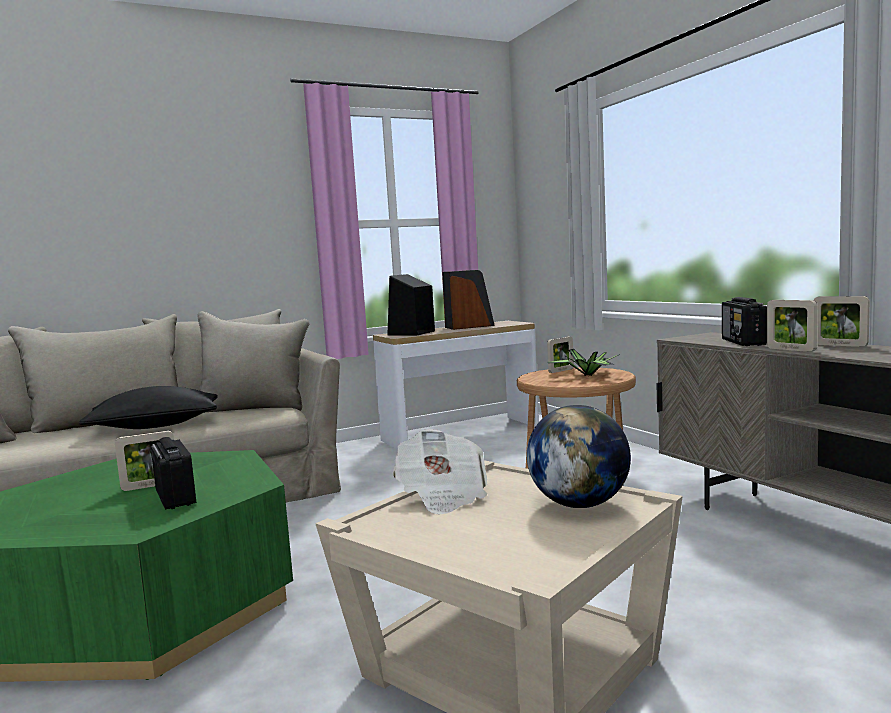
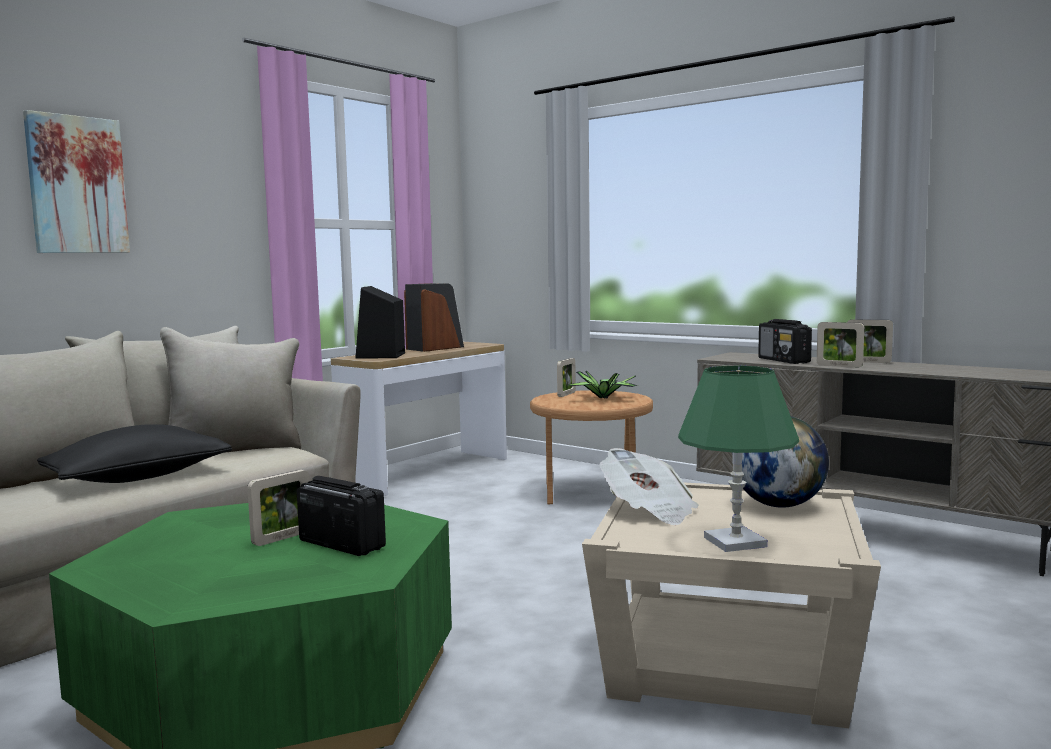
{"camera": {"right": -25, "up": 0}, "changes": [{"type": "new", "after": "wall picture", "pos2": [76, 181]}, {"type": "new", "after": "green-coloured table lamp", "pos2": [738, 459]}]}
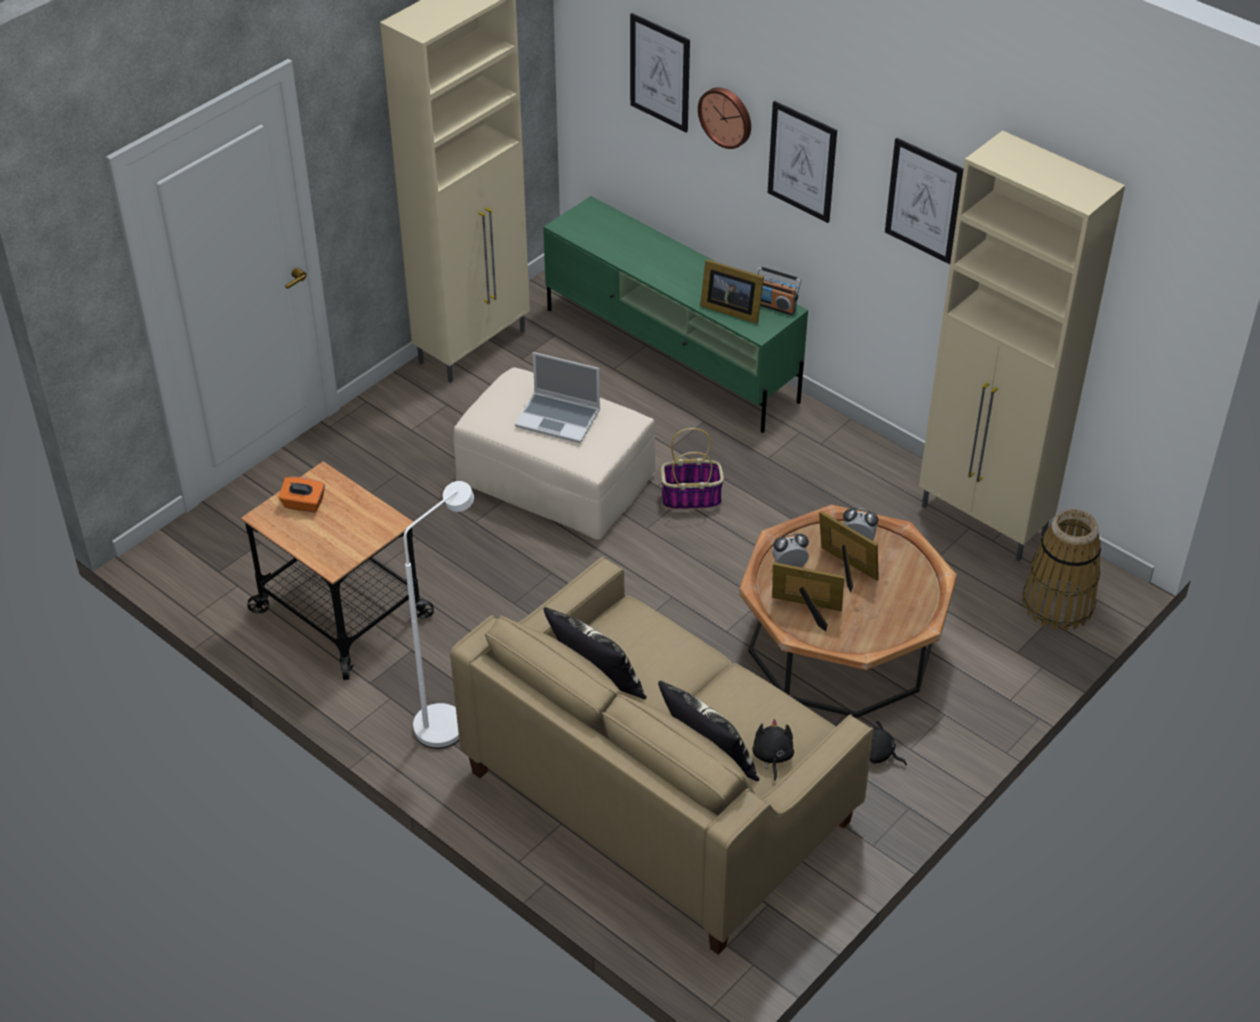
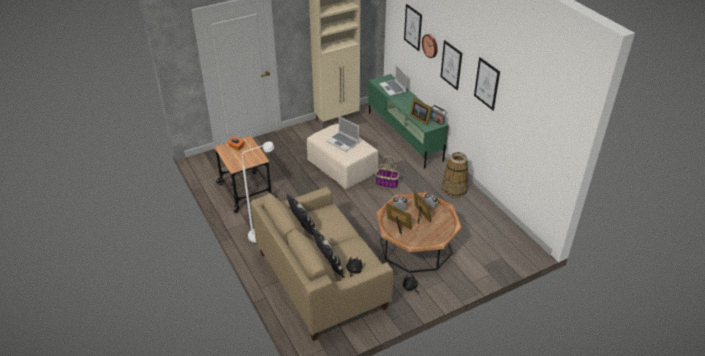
{"camera": {"right": 20, "up": -5}, "changes": [{"type": "new", "after": "notebook computer", "pos2": [393, 80]}, {"type": "shifted", "before": "basket", "pos1": [1061, 570], "pos2": [455, 175]}, {"type": "gone", "before": "beige storage cabinet", "pos1": [1022, 345]}]}
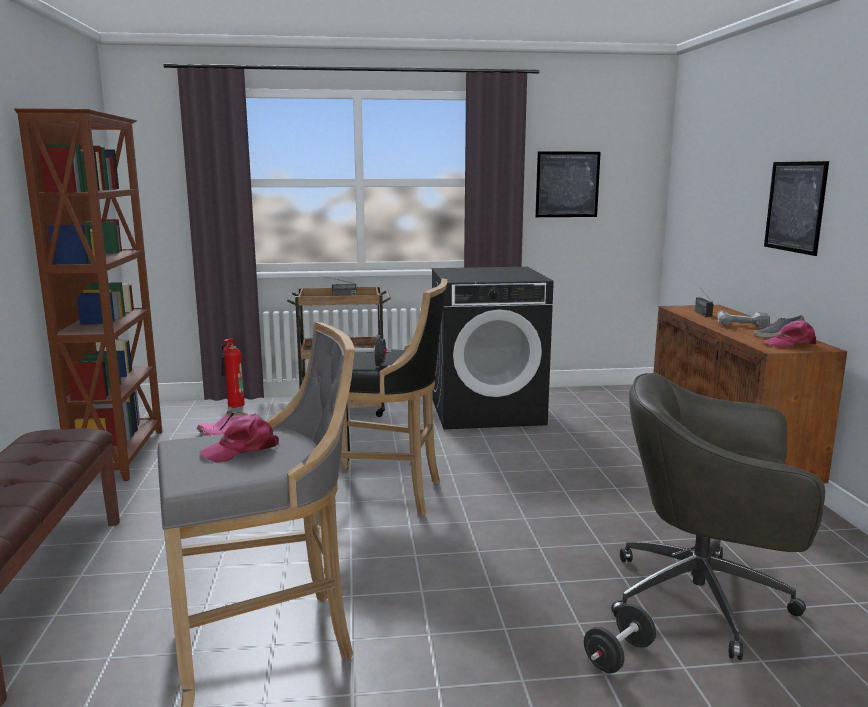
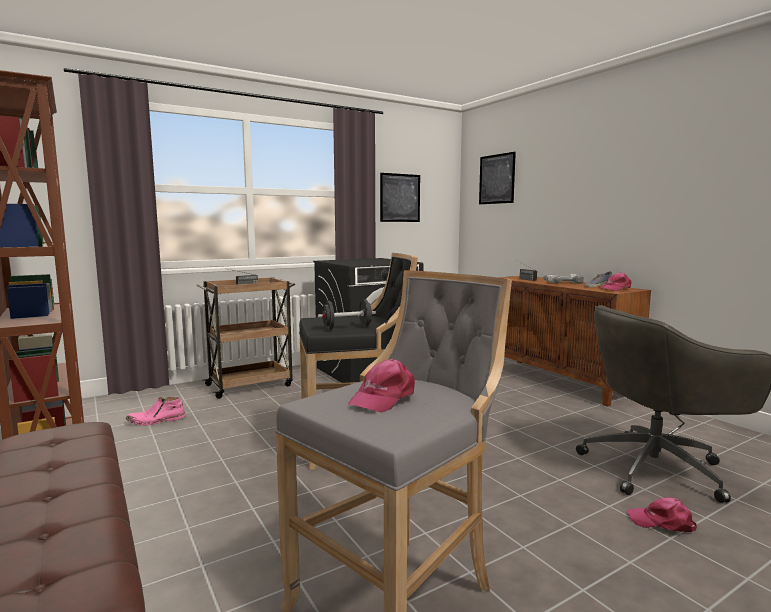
{"camera": {"right": -25, "up": -5}, "changes": [{"type": "shifted", "before": "wall picture", "pos1": [796, 208], "pos2": [497, 178]}, {"type": "swapped", "before": "black-coloured free weight", "after": "pink-coloured cap", "pos1": [620, 638], "pos2": [662, 514]}, {"type": "gone", "before": "fire-fighting cylinder", "pos1": [233, 373]}]}
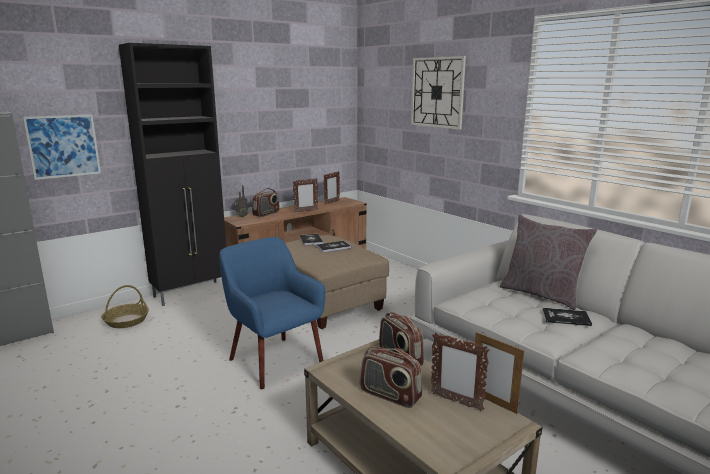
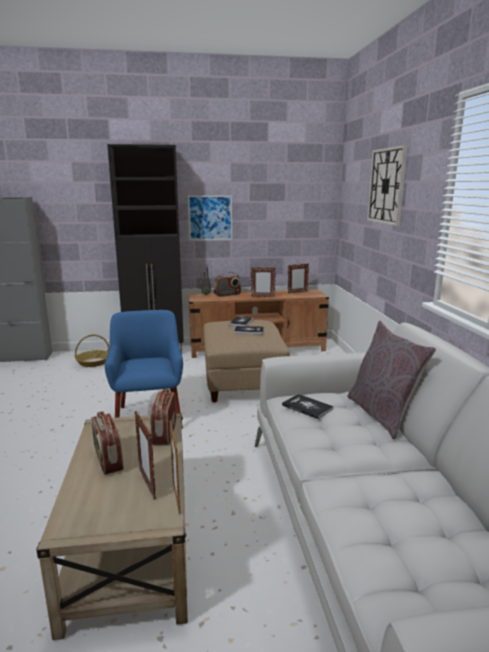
{"camera": {"right": 30, "up": 0}, "changes": [{"type": "shifted", "before": "wall picture", "pos1": [62, 147], "pos2": [210, 217]}, {"type": "shifted", "before": "bound book", "pos1": [567, 317], "pos2": [308, 406]}]}
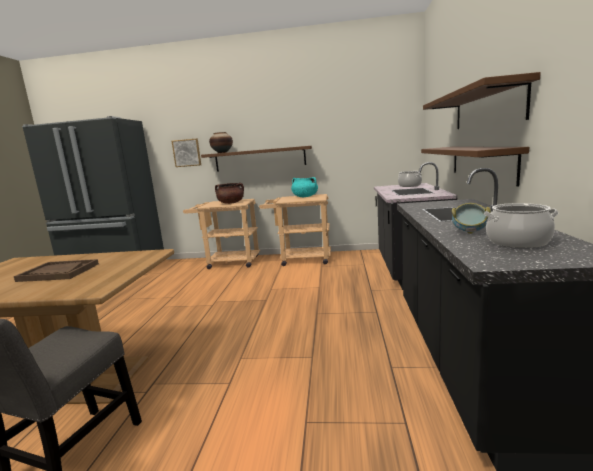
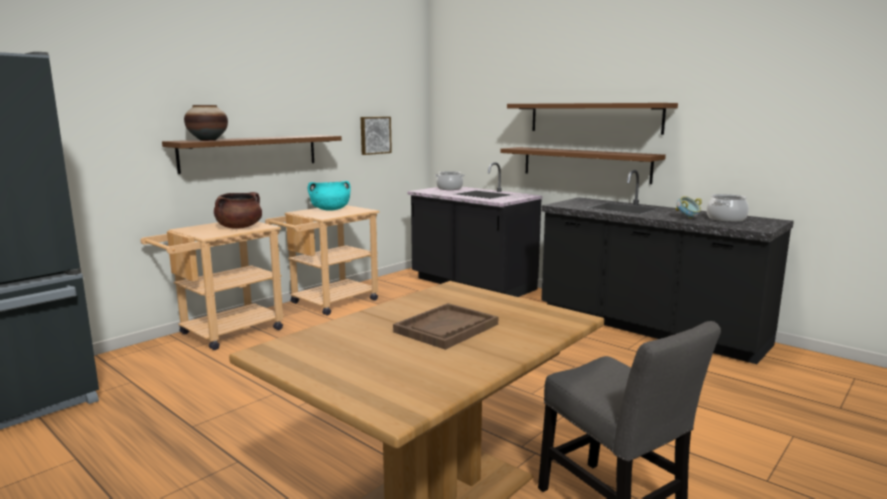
{"camera": {"right": -55, "up": 0}, "changes": [{"type": "shifted", "before": "wall picture", "pos1": [186, 153], "pos2": [376, 136]}]}
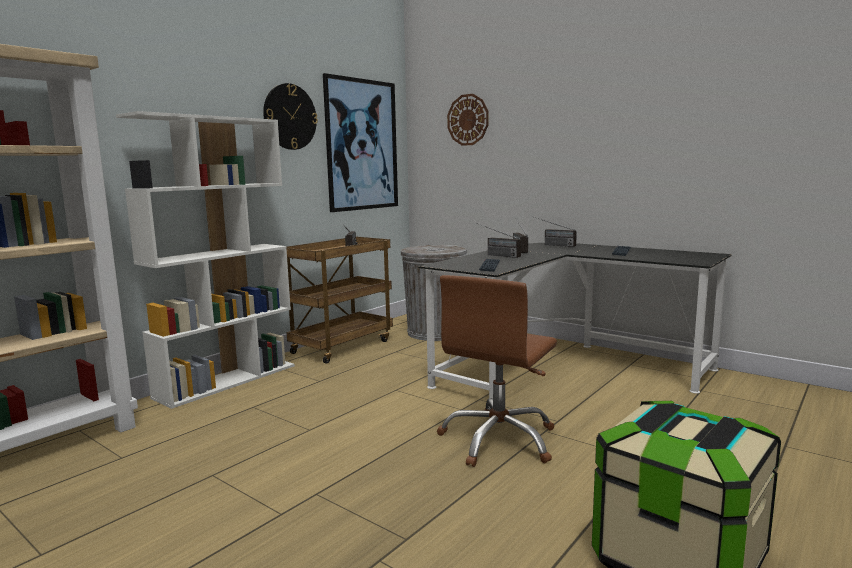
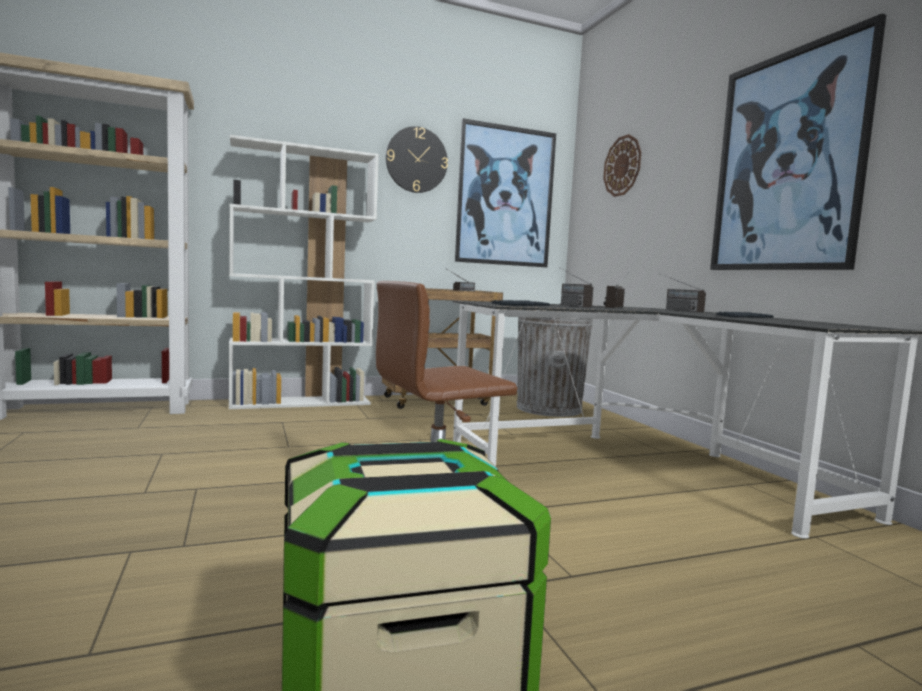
{"camera": {"right": 30, "up": -5}, "changes": [{"type": "new", "after": "wall picture", "pos2": [798, 141]}]}
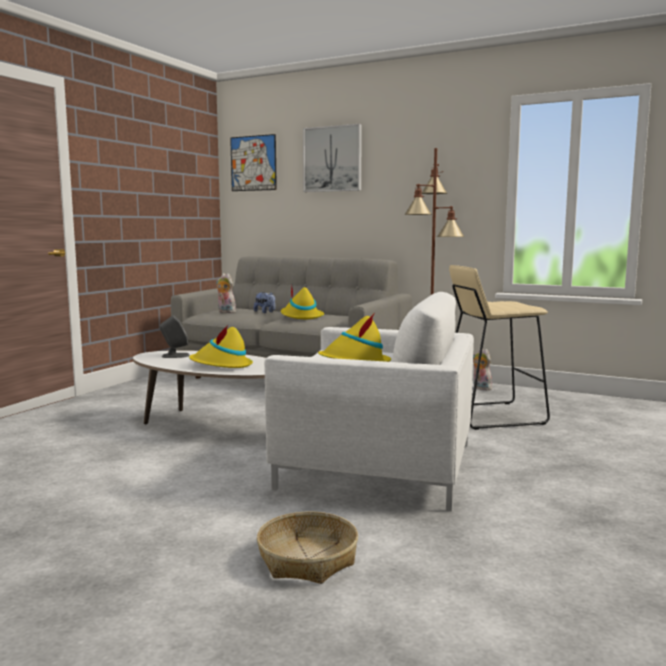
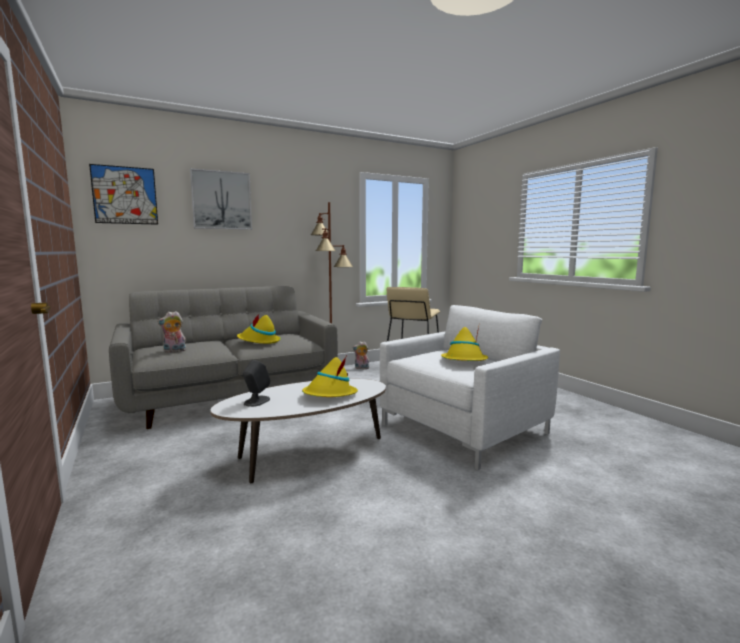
{"camera": {"right": -55, "up": 0}, "changes": [{"type": "gone", "before": "plush toy", "pos1": [264, 302]}, {"type": "gone", "before": "basket", "pos1": [307, 547]}]}
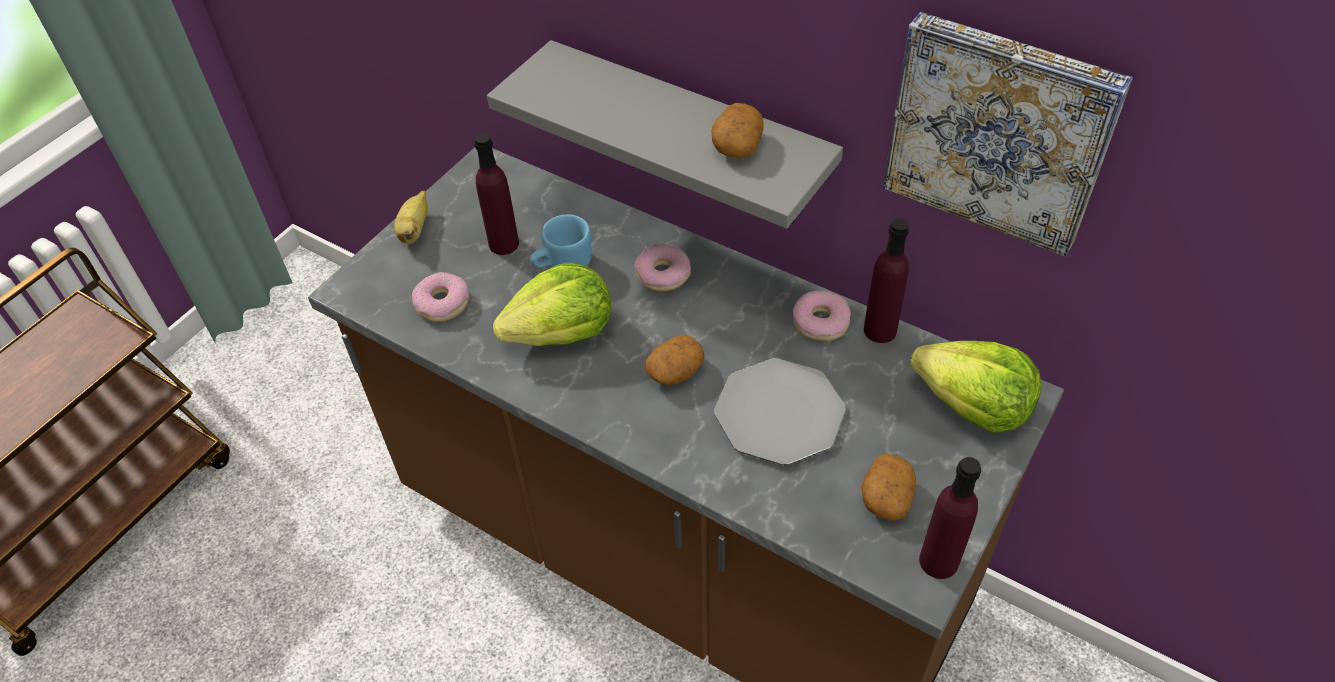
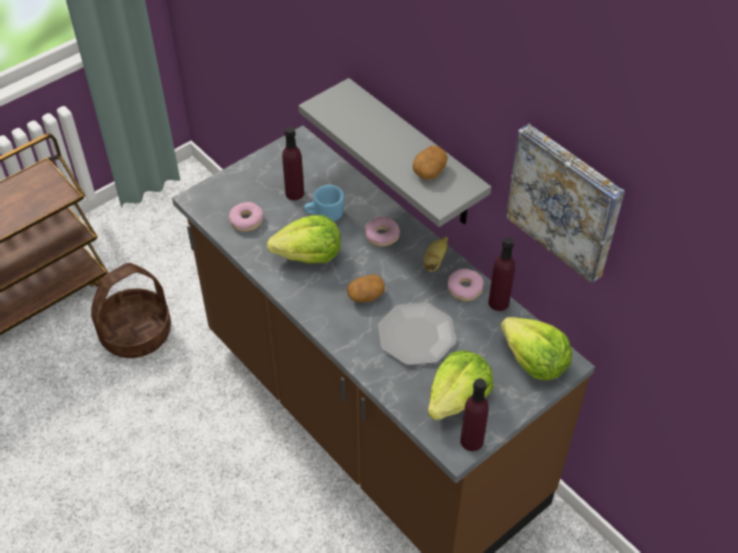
{"camera": {"right": 15, "up": 0}, "changes": [{"type": "new", "after": "basket", "pos2": [131, 310]}, {"type": "shifted", "before": "banana", "pos1": [411, 217], "pos2": [435, 254]}, {"type": "swapped", "before": "potato", "after": "lettuce", "pos1": [888, 487], "pos2": [460, 385]}]}
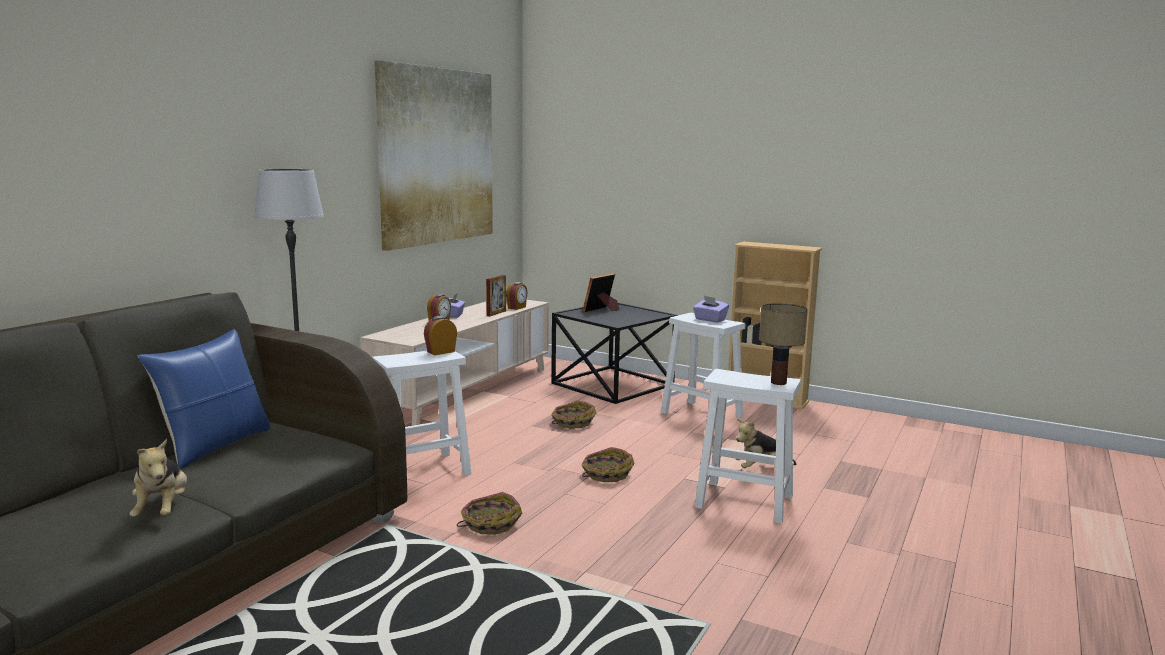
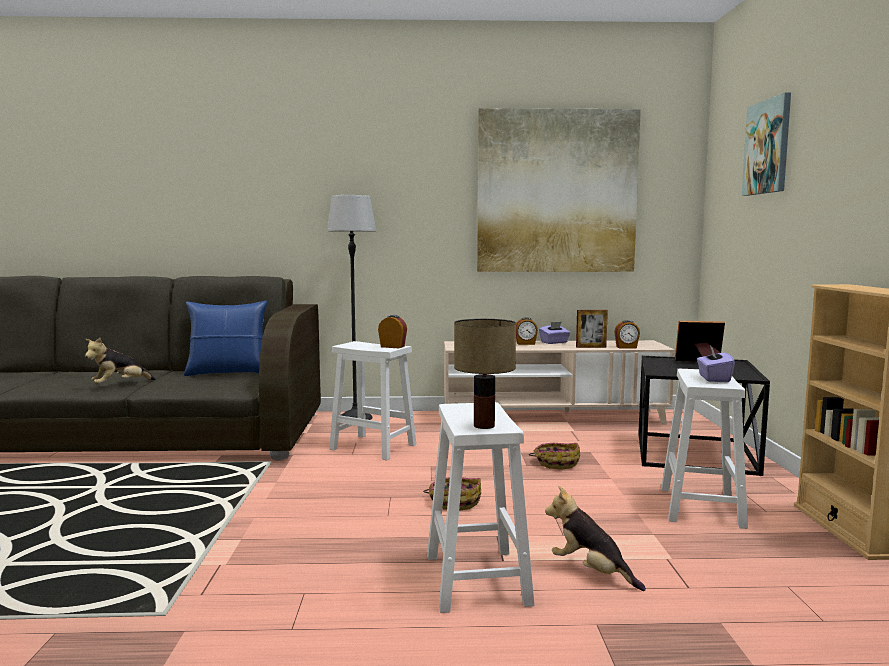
{"camera": {"right": 60, "up": -5}, "changes": [{"type": "new", "after": "wall picture", "pos2": [766, 144]}, {"type": "gone", "before": "basket", "pos1": [489, 513]}]}
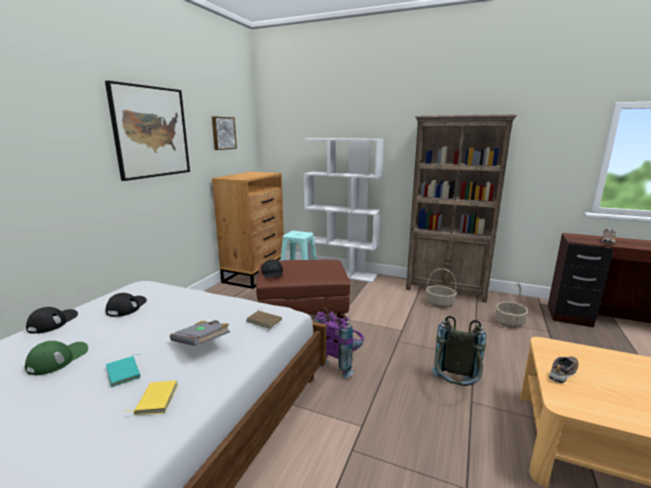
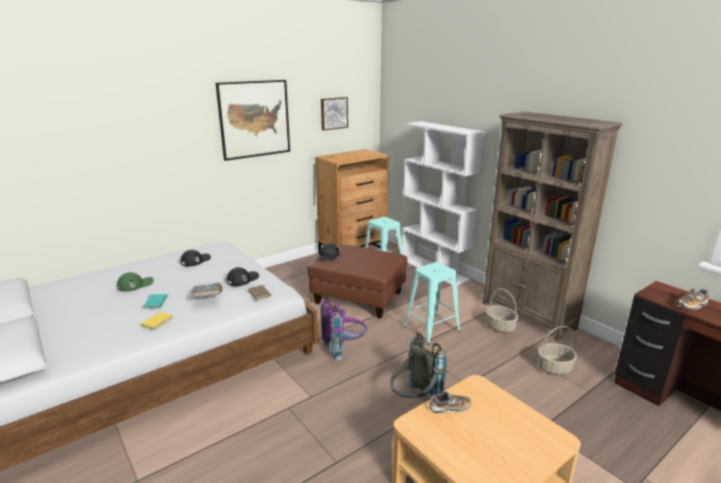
{"camera": {"right": 30, "up": 5}, "changes": [{"type": "shifted", "before": "black-coloured cap", "pos1": [52, 320], "pos2": [242, 276]}, {"type": "new", "after": "blue-green stool", "pos2": [432, 303]}]}
